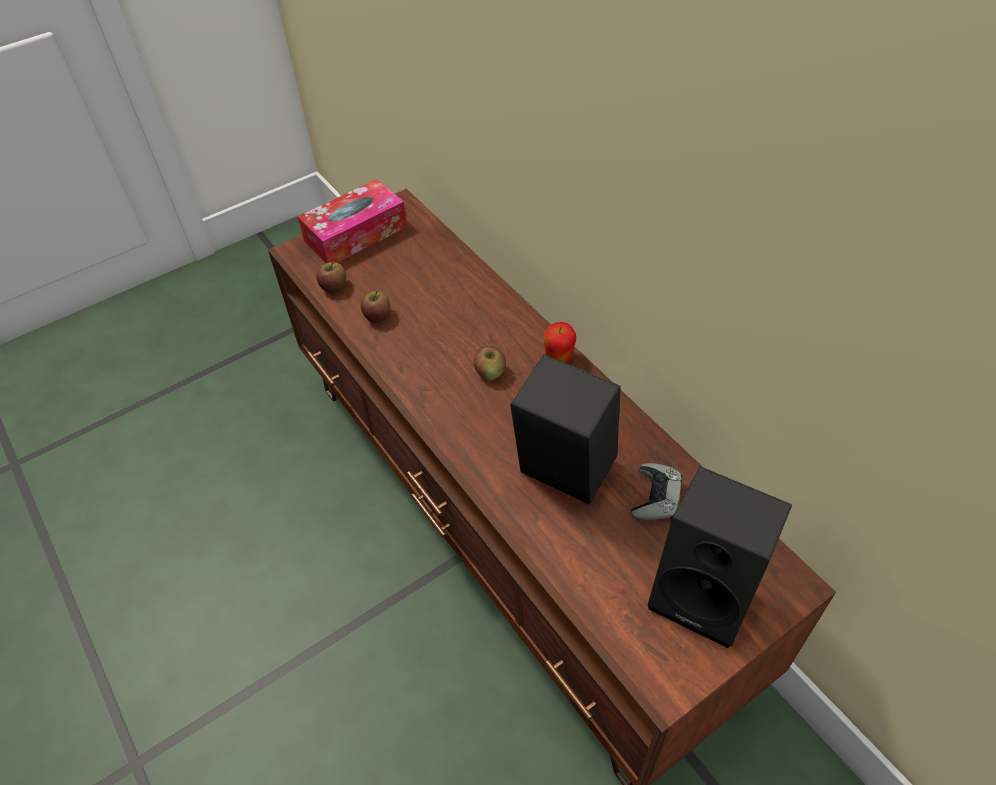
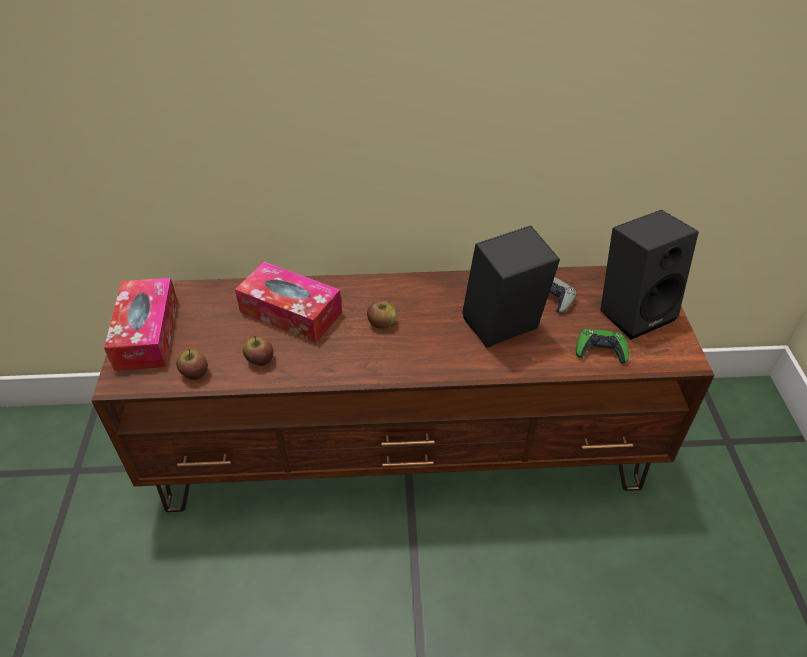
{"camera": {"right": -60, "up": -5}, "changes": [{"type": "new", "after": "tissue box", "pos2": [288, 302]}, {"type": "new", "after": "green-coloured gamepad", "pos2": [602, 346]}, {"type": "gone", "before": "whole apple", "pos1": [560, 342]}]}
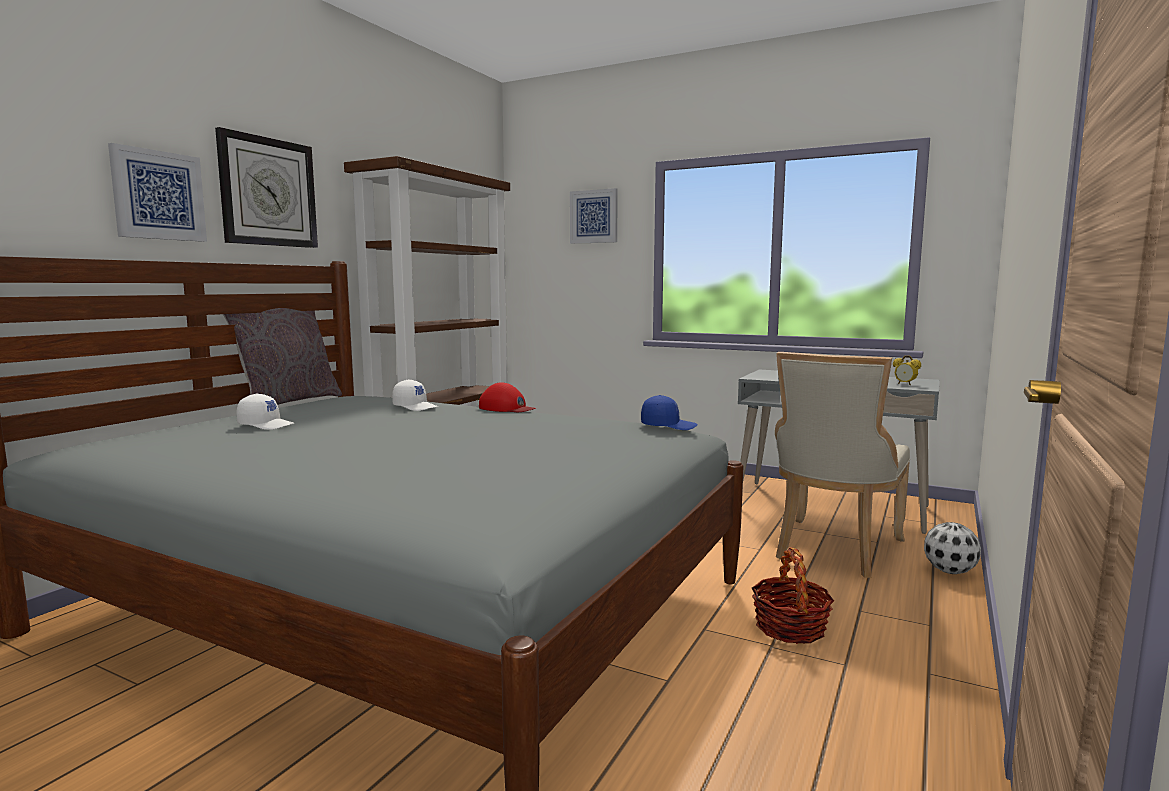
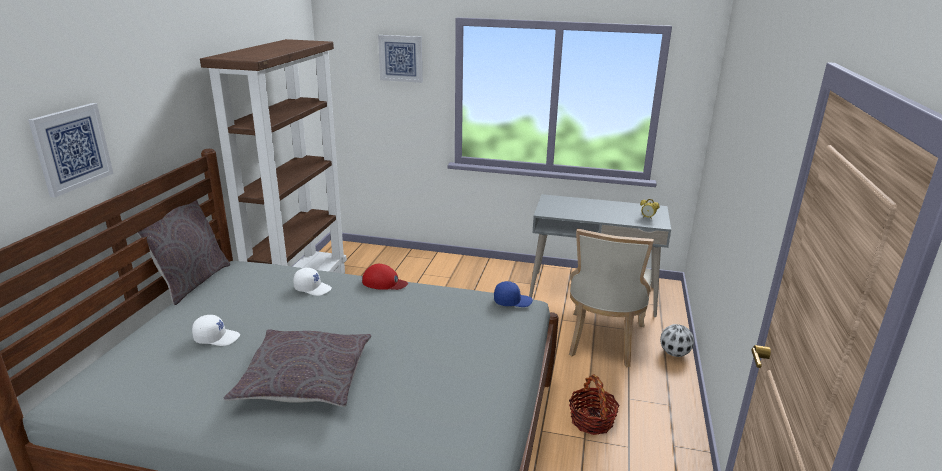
{"camera": {"right": -15, "up": 15}, "changes": [{"type": "new", "after": "greyish throw pillow", "pos2": [297, 368]}, {"type": "gone", "before": "clock on the wall", "pos1": [266, 187]}]}
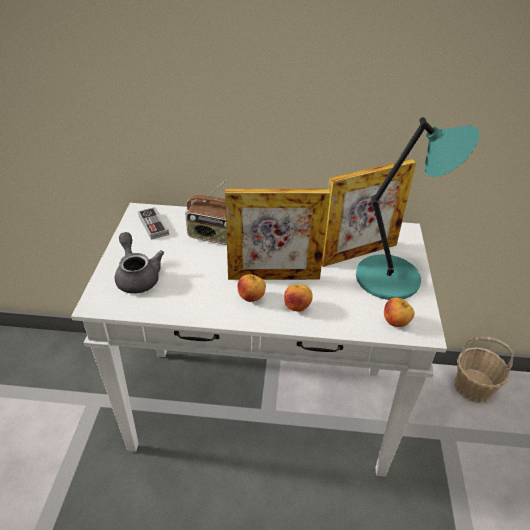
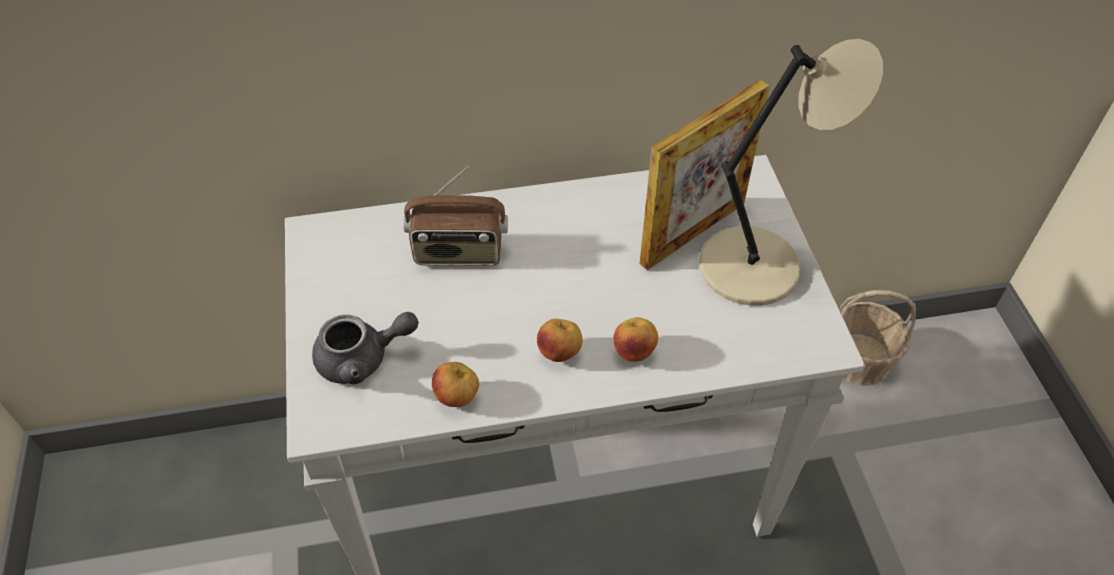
{"camera": {"right": -15, "up": 10}, "changes": [{"type": "rotated", "before": "greyish teapot", "pos1": [139, 263], "pos2": [365, 348], "turn": 120}, {"type": "shifted", "before": "whole apple", "pos1": [399, 312], "pos2": [455, 384]}, {"type": "repainted", "before": "blue-green table lamp", "after": "beige table lamp", "pos1": [418, 208], "pos2": [791, 172]}, {"type": "gone", "before": "gamepad", "pos1": [153, 223]}, {"type": "gone", "before": "photo frame", "pos1": [277, 234]}]}
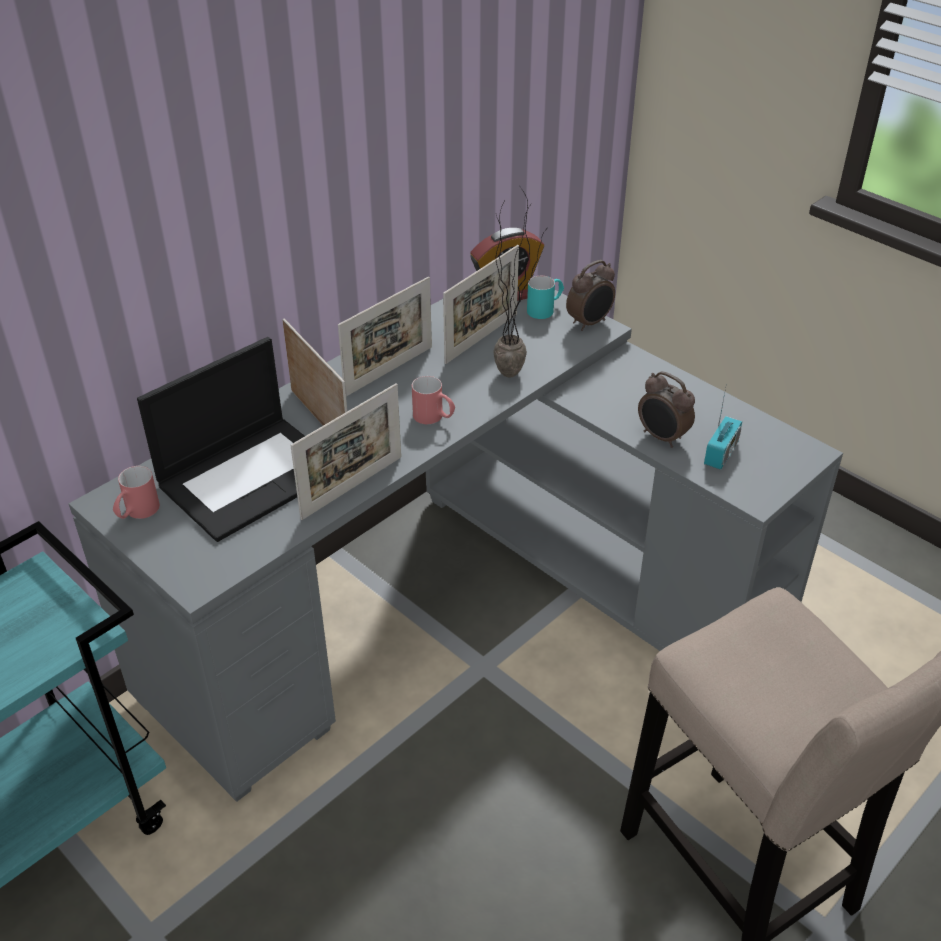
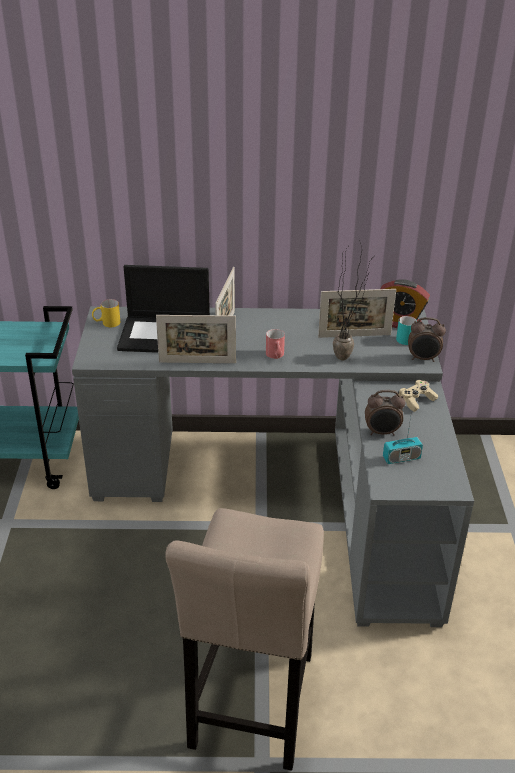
{"camera": {"right": 45, "up": -5}, "changes": [{"type": "repainted", "before": "red-coloured coffee mug", "after": "yellowish coffee mug", "pos1": [136, 492], "pos2": [106, 313]}, {"type": "rotated", "before": "bedside clock", "pos1": [666, 409], "pos2": [385, 412], "turn": -90}, {"type": "new", "after": "beige gamepad", "pos2": [418, 396]}, {"type": "gone", "before": "photo frame", "pos1": [385, 336]}]}
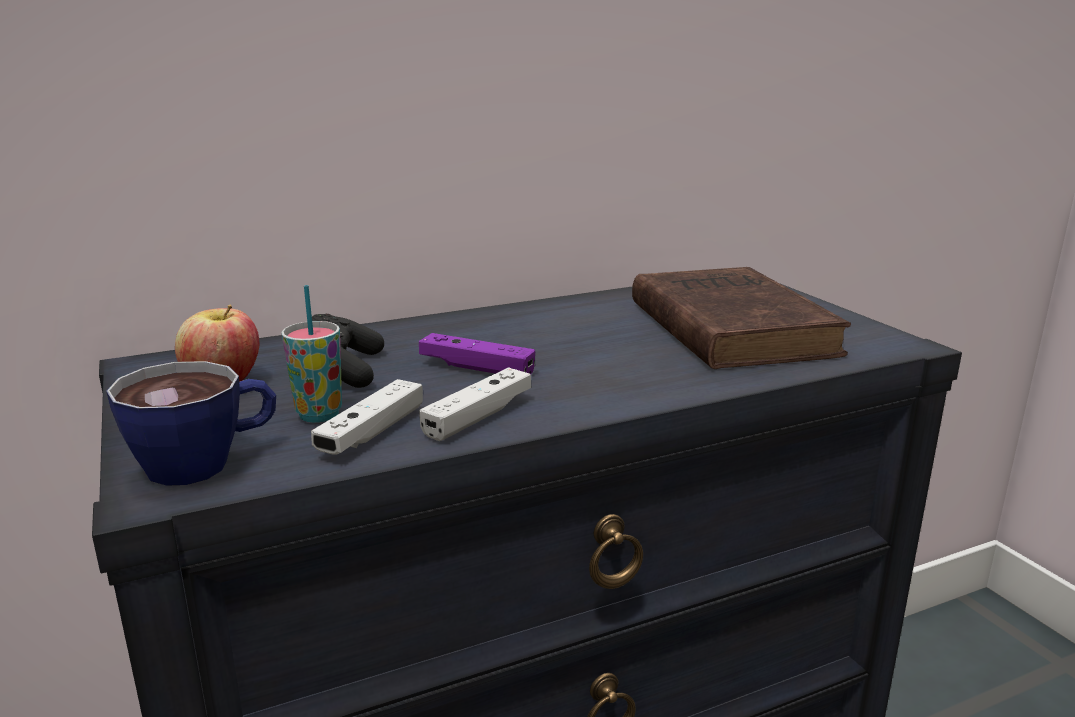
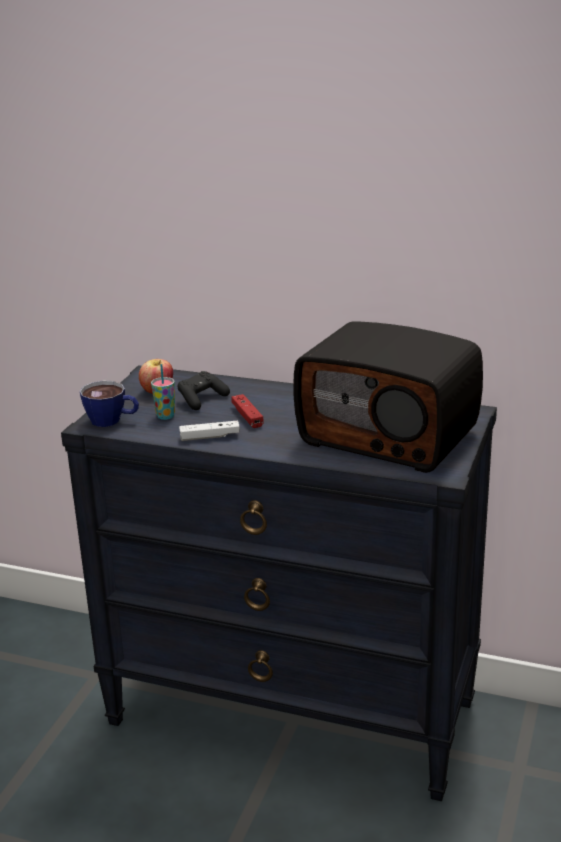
{"camera": {"right": 45, "up": 5}, "changes": [{"type": "repainted", "before": "purple-coloured gamepad", "after": "red-coloured gamepad", "pos1": [477, 353], "pos2": [247, 411]}, {"type": "swapped", "before": "brownish bound book", "after": "radio receiver", "pos1": [741, 318], "pos2": [388, 397]}, {"type": "gone", "before": "white gamepad", "pos1": [367, 417]}]}
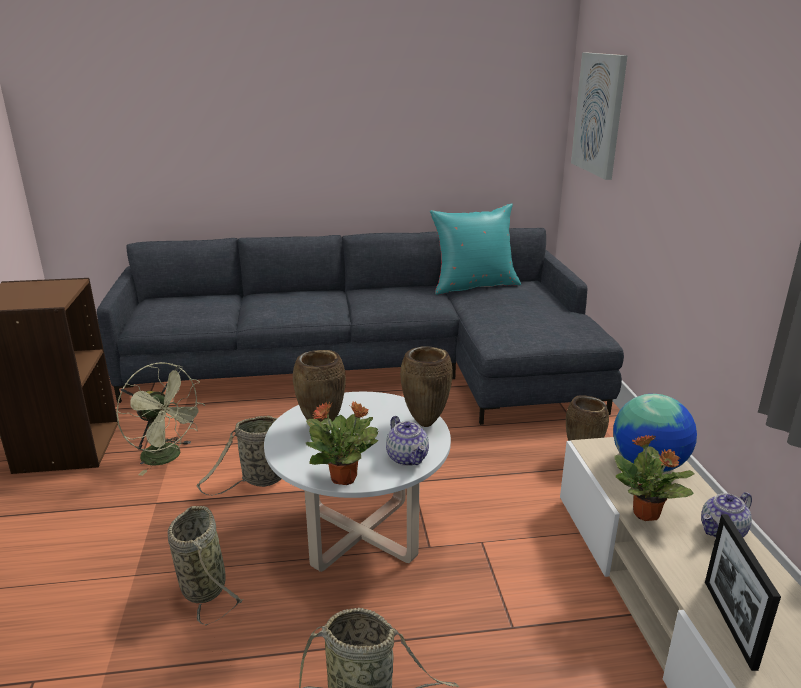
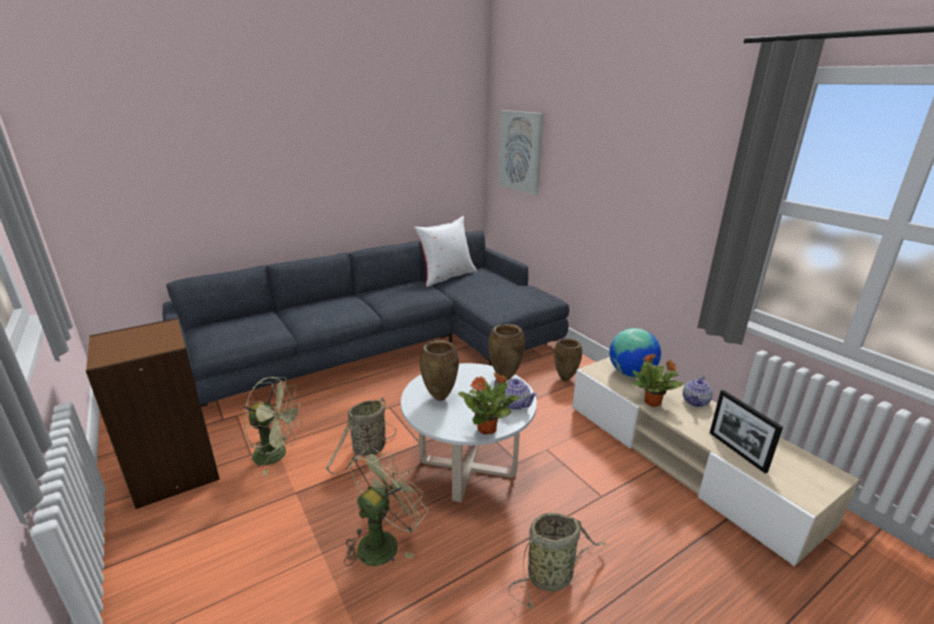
{"camera": {"right": -25, "up": 0}, "changes": [{"type": "swapped", "before": "basket", "after": "green-coloured cooling fan", "pos1": [204, 565], "pos2": [386, 506]}, {"type": "repainted", "before": "blue-green throw pillow", "after": "white throw pillow", "pos1": [475, 249], "pos2": [445, 251]}]}
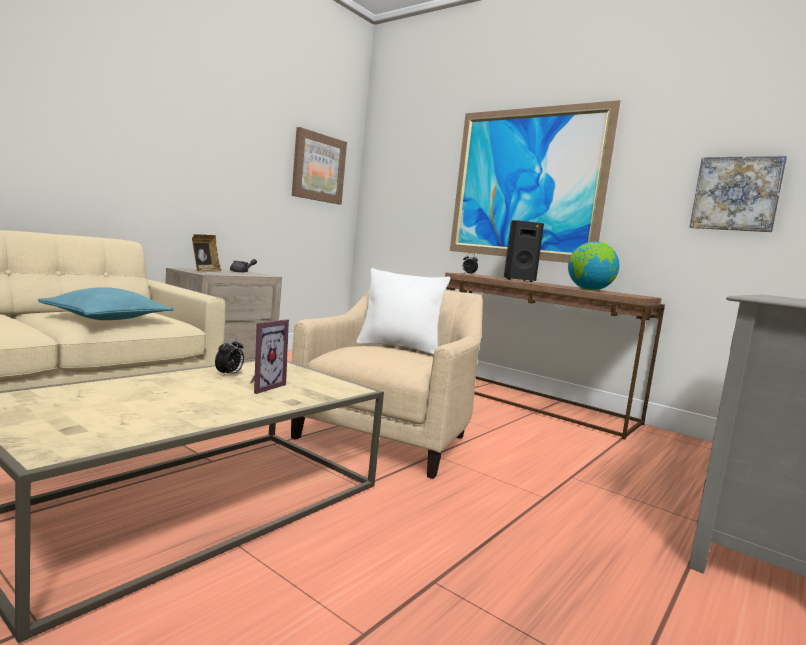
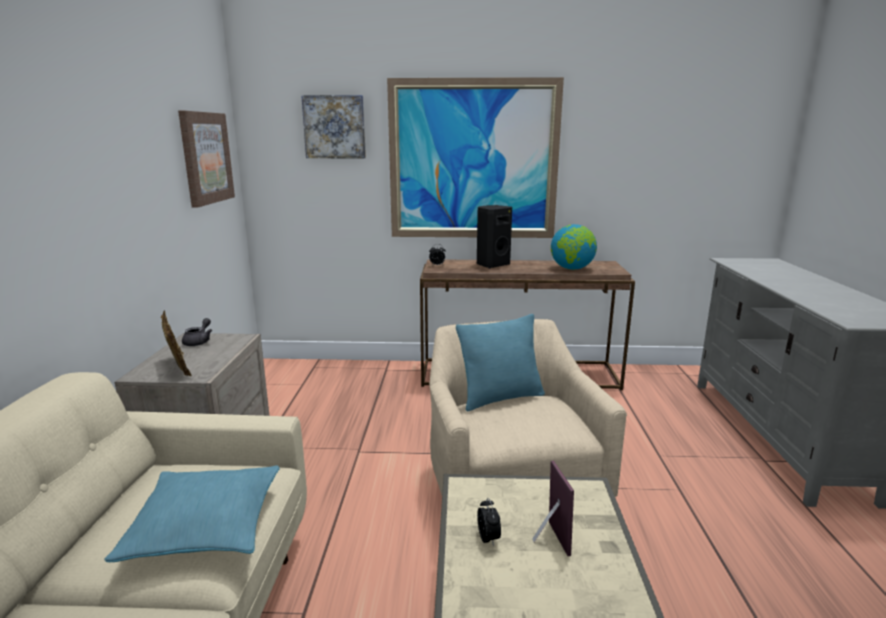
{"camera": {"right": -35, "up": 10}, "changes": [{"type": "shifted", "before": "wall picture", "pos1": [738, 194], "pos2": [333, 126]}, {"type": "repainted", "before": "white throw pillow", "after": "blue-green throw pillow", "pos1": [403, 311], "pos2": [500, 362]}]}
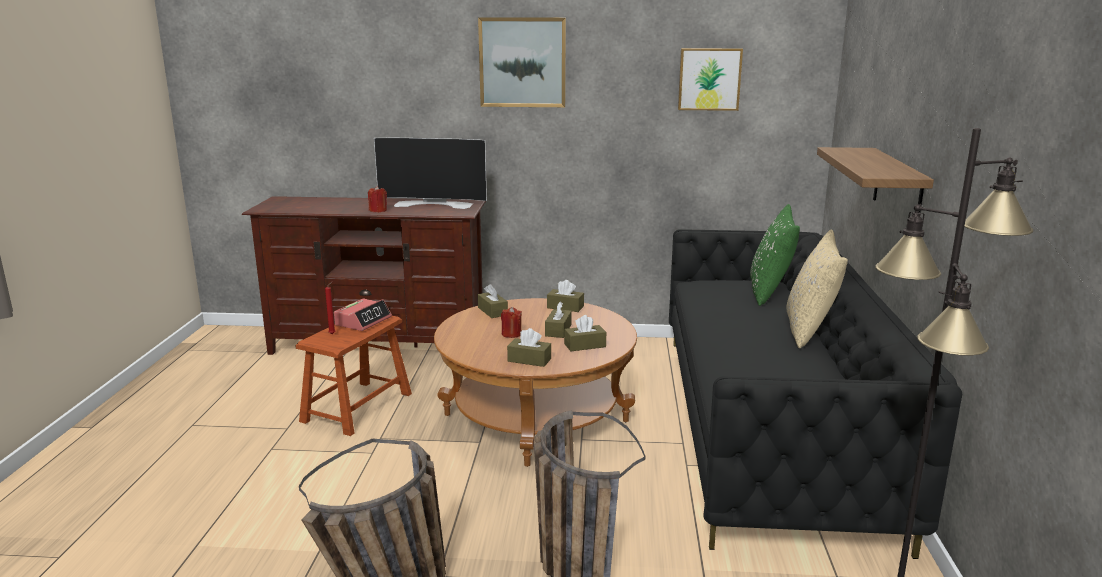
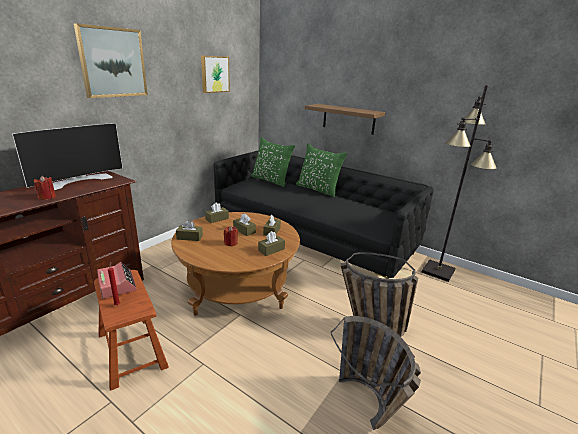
{"camera": {"right": -60, "up": 5}, "changes": [{"type": "repainted", "before": "beige throw pillow", "after": "green-coloured throw pillow", "pos1": [817, 289], "pos2": [321, 170]}]}
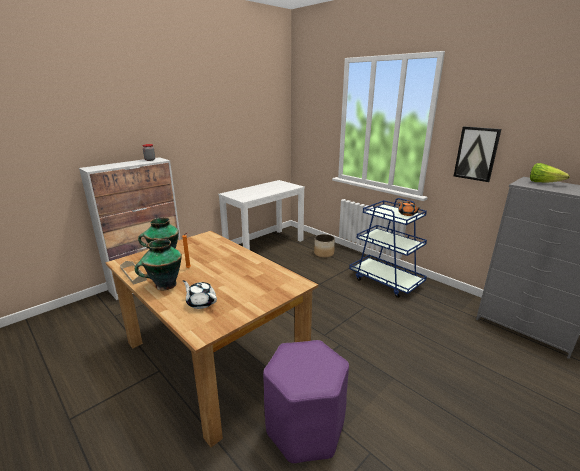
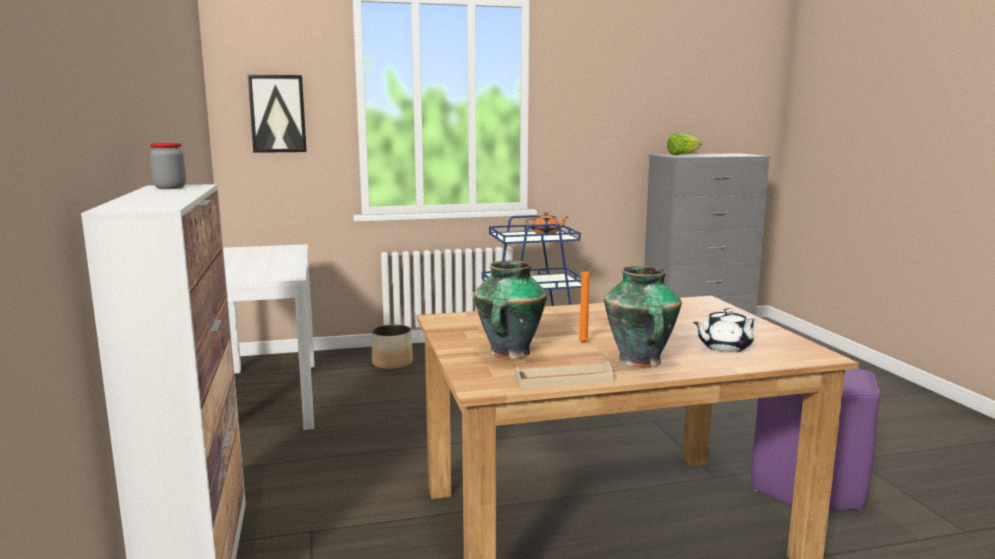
{"camera": {"right": -60, "up": -10}, "changes": [{"type": "shifted", "before": "wall picture", "pos1": [478, 154], "pos2": [277, 114]}]}
